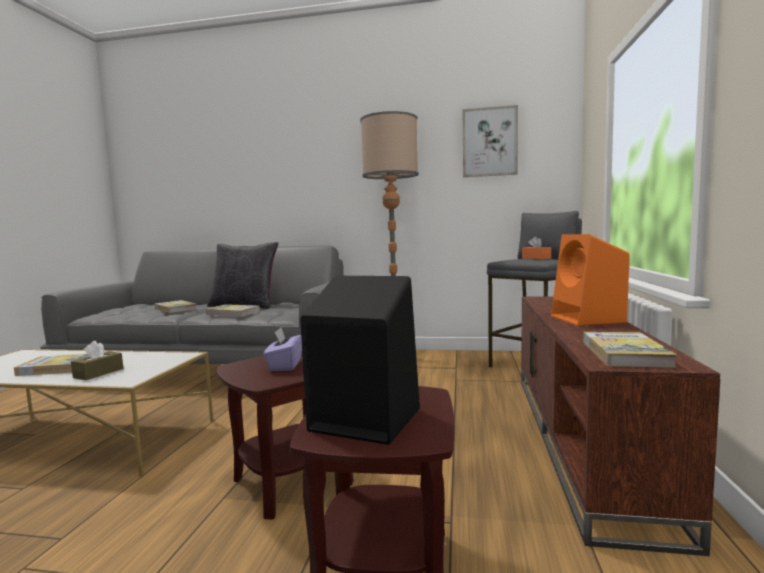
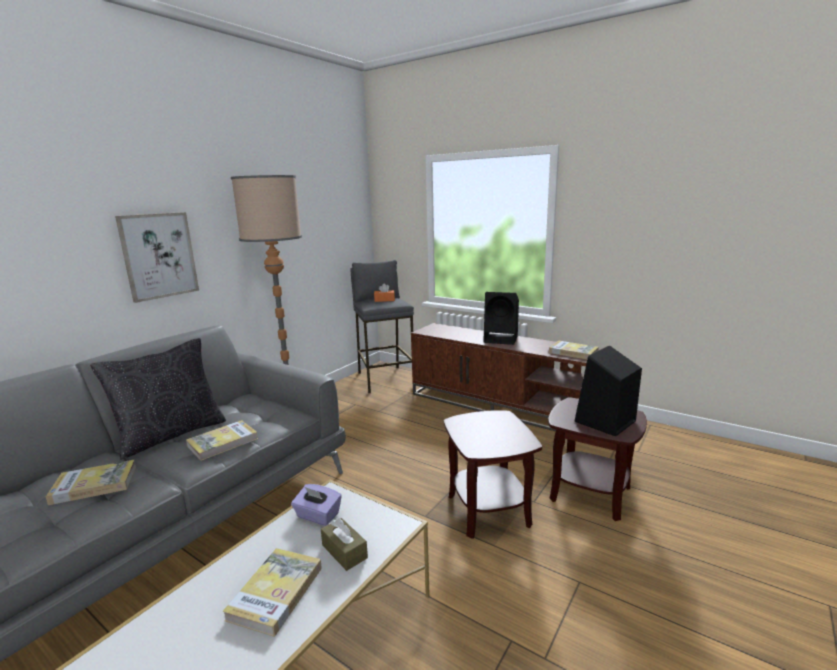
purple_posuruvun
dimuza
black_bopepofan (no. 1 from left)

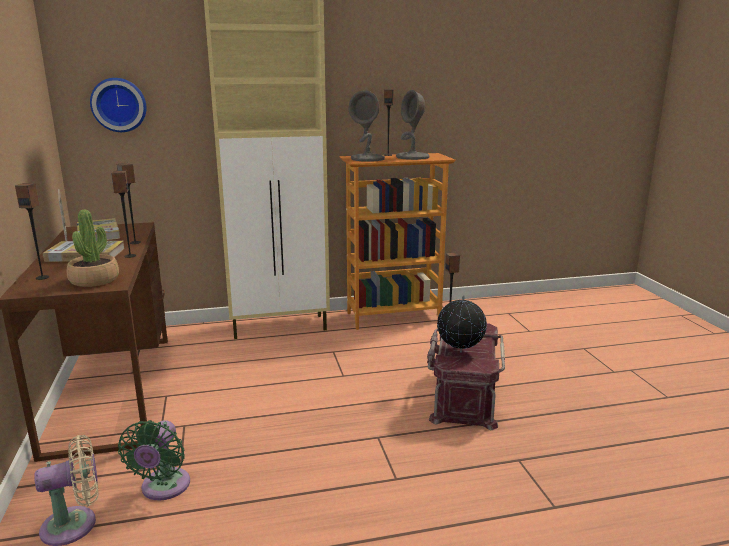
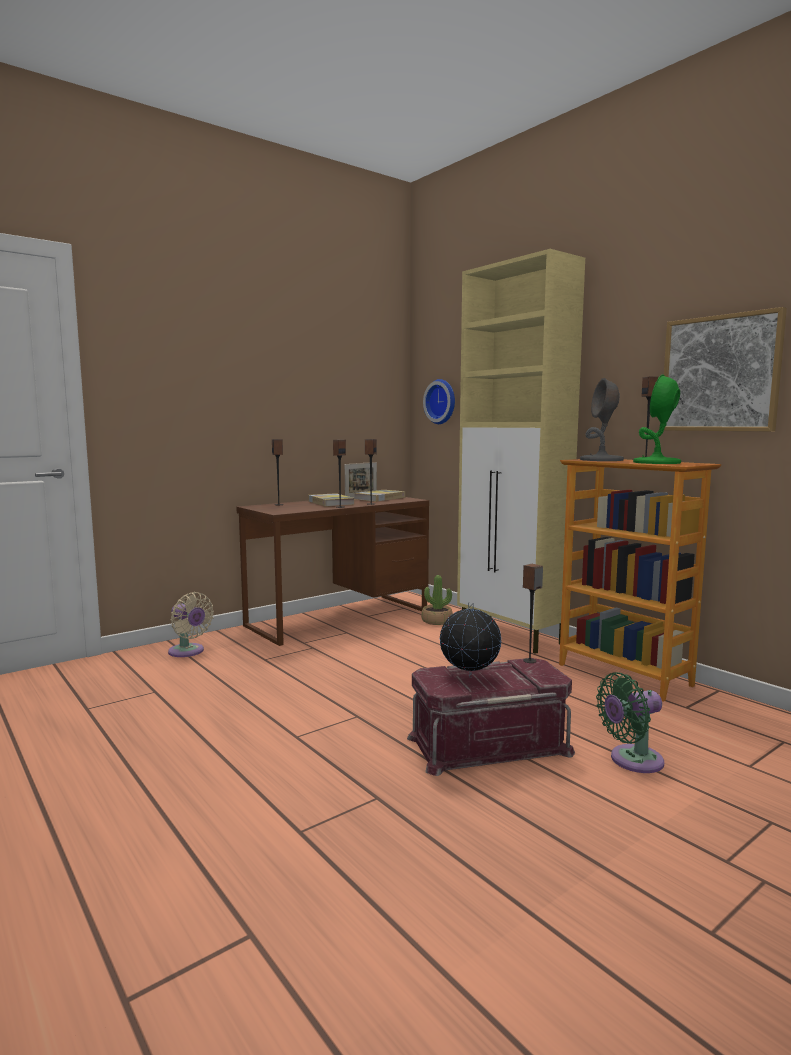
dimuza
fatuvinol
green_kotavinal
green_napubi

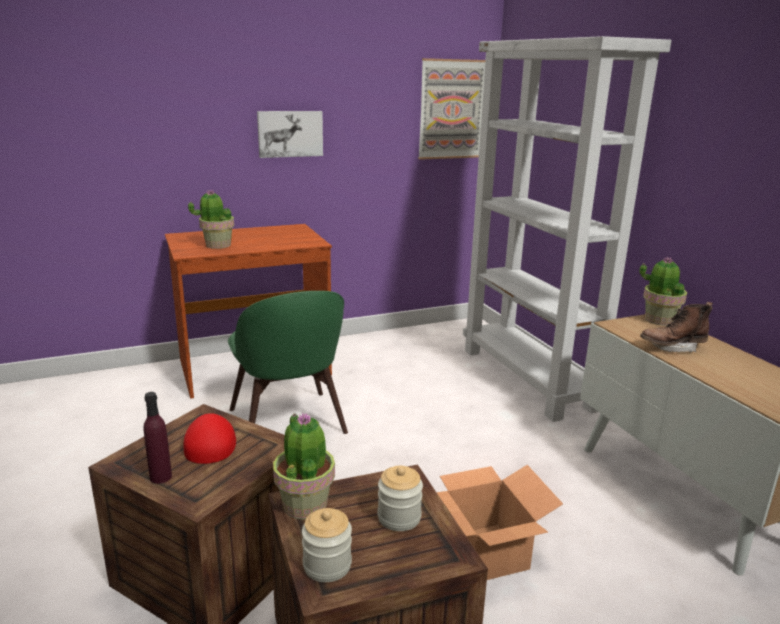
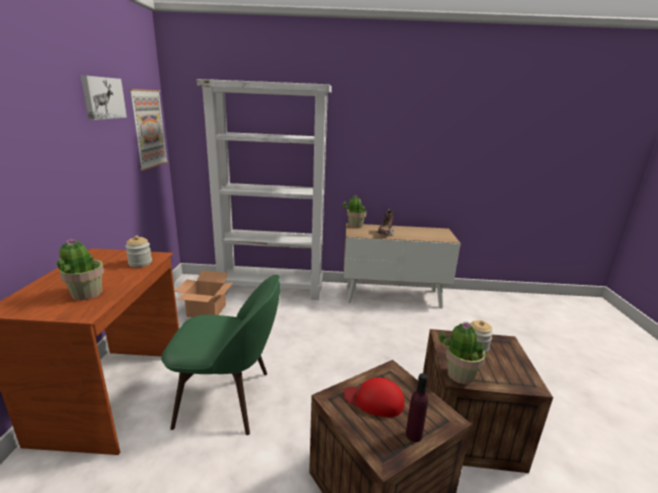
dimuza (no. 1 from left)
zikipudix (no. 1 from left)
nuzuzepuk

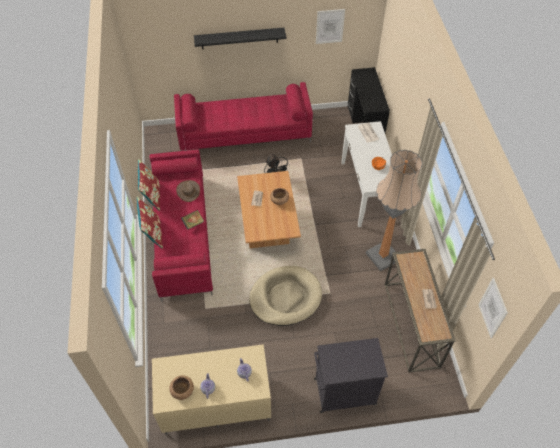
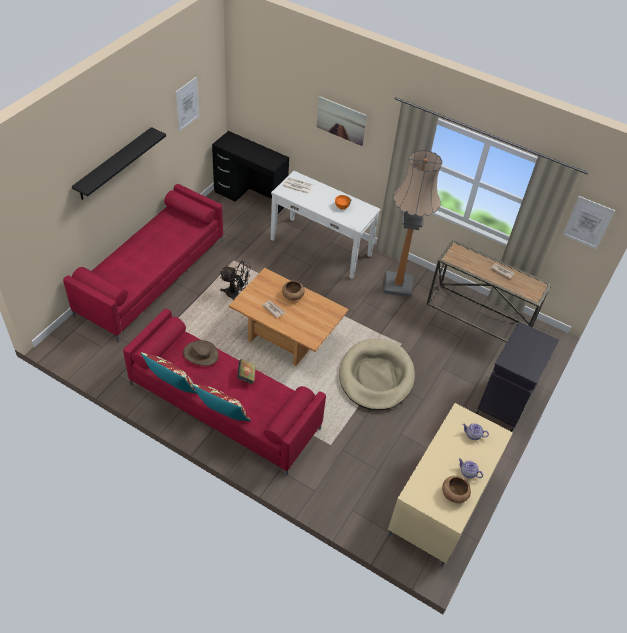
dimuza (no. 2 from left)

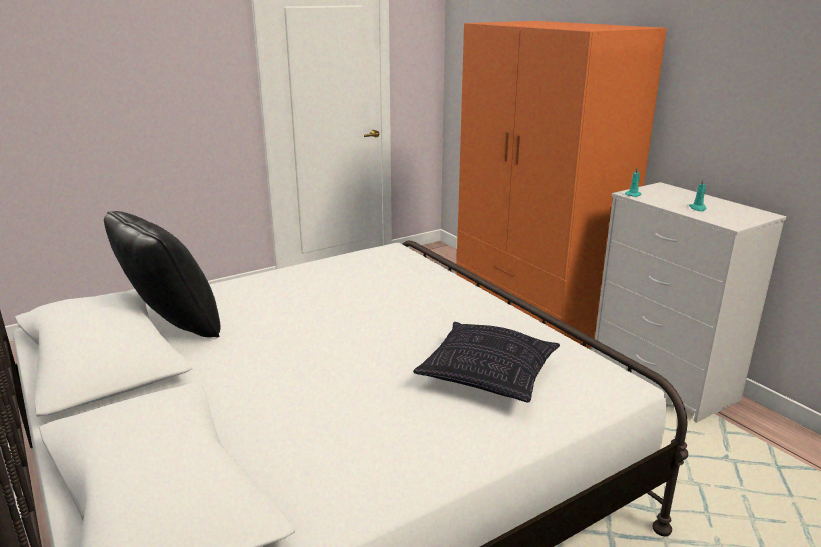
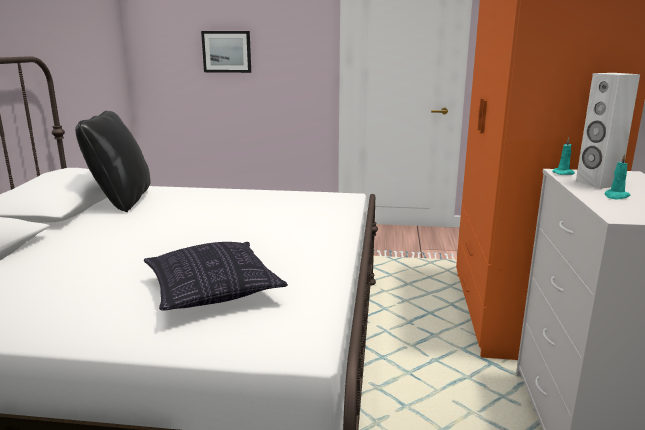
dimuza
white_bopepofan

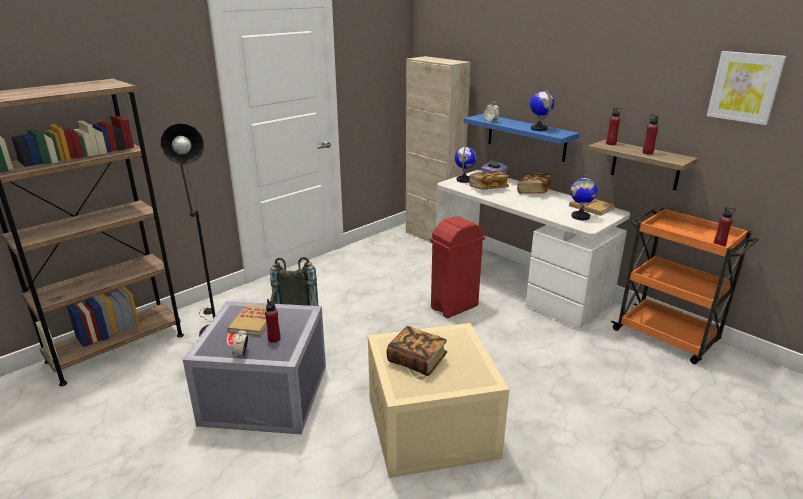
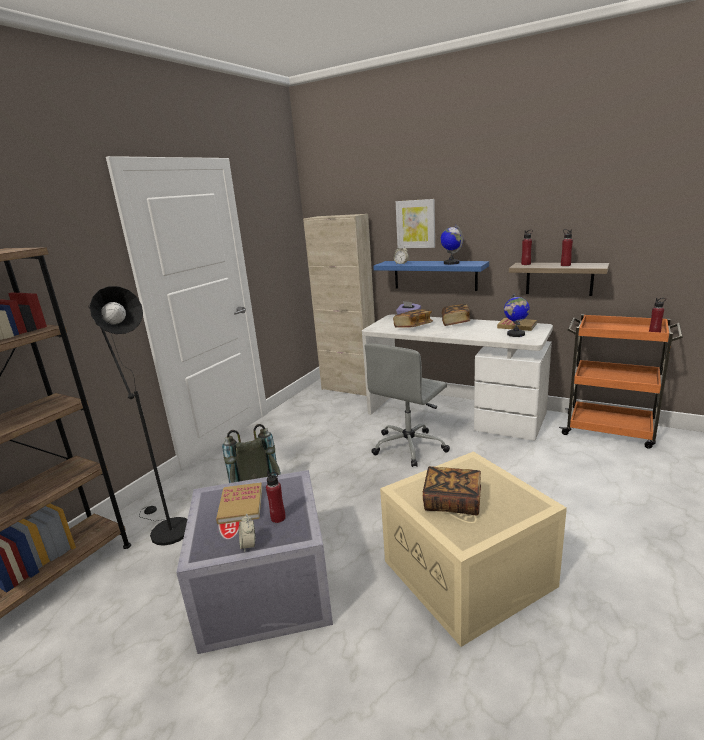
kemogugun (no. 1 from left in the first image)
dimuza
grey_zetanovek

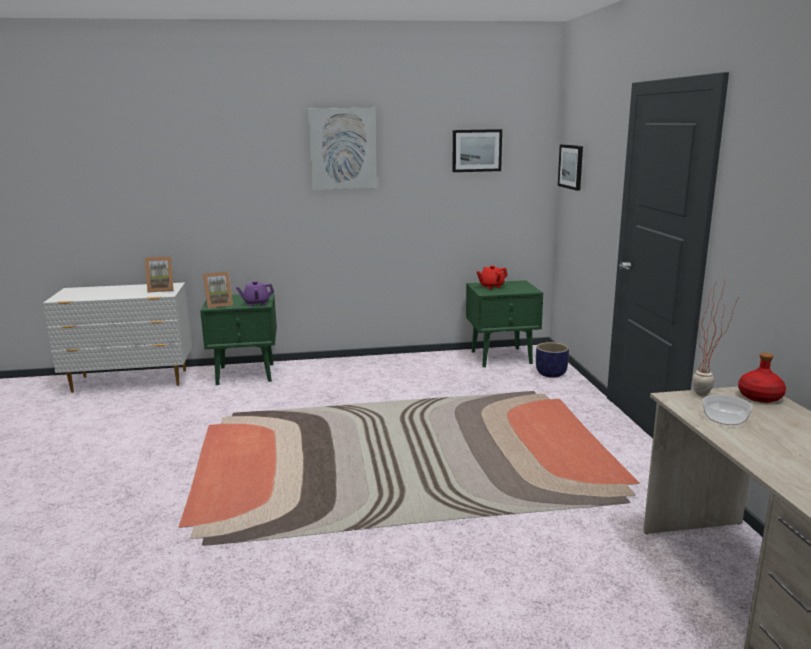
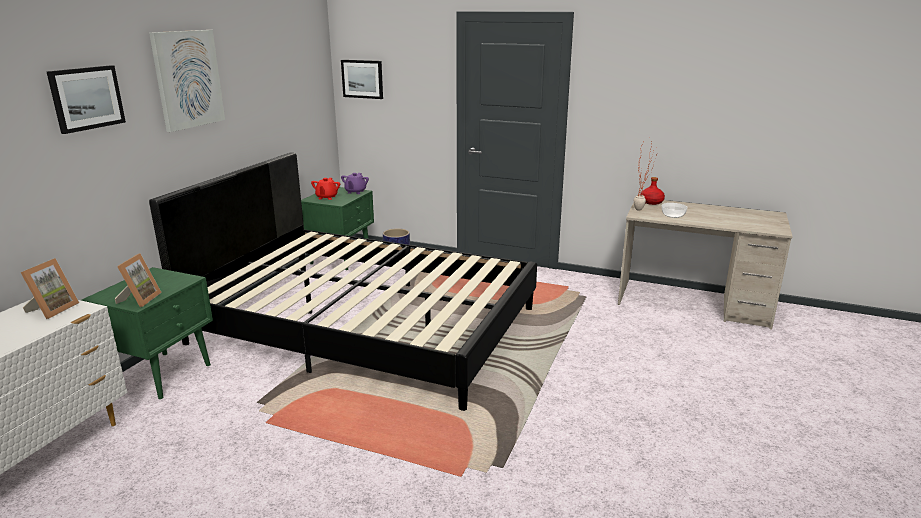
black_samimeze
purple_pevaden
dimuza (no. 1 from left)

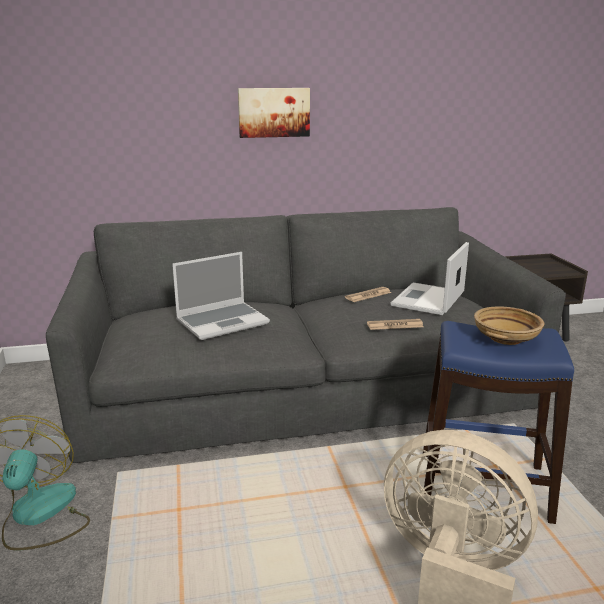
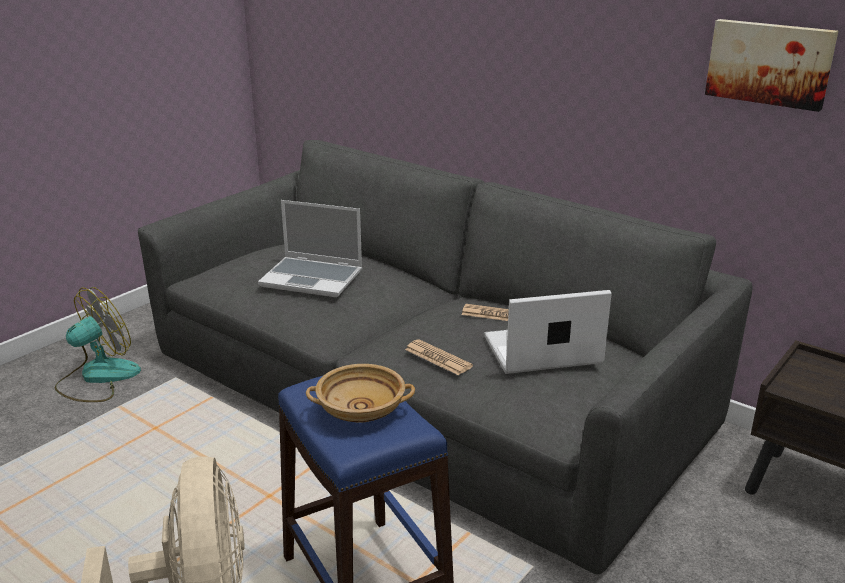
dimuza

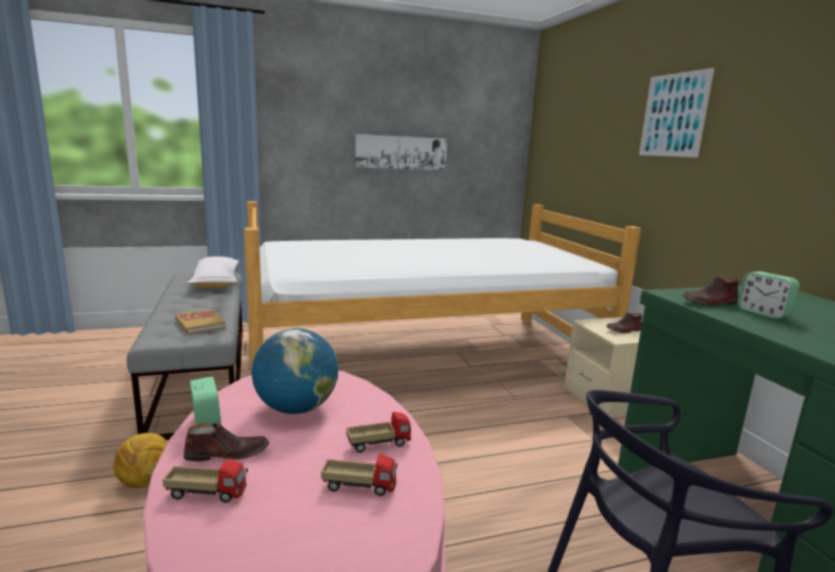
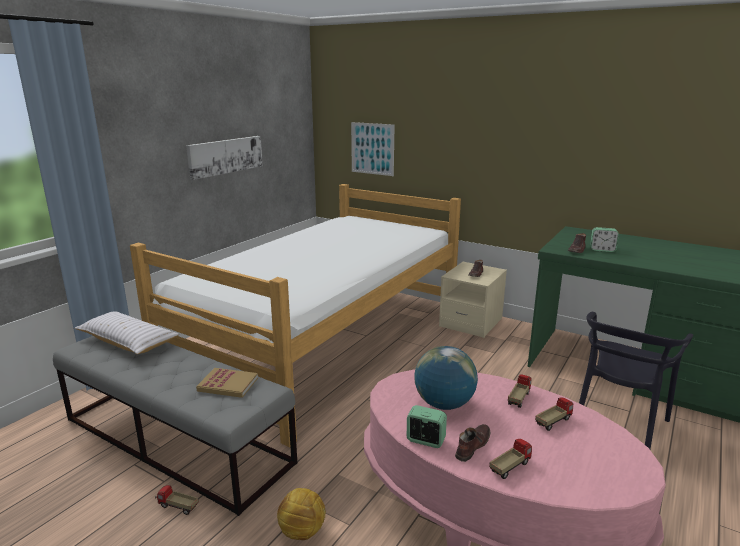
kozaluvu (no. 1 from left)
dimuza (no. 2 from left)

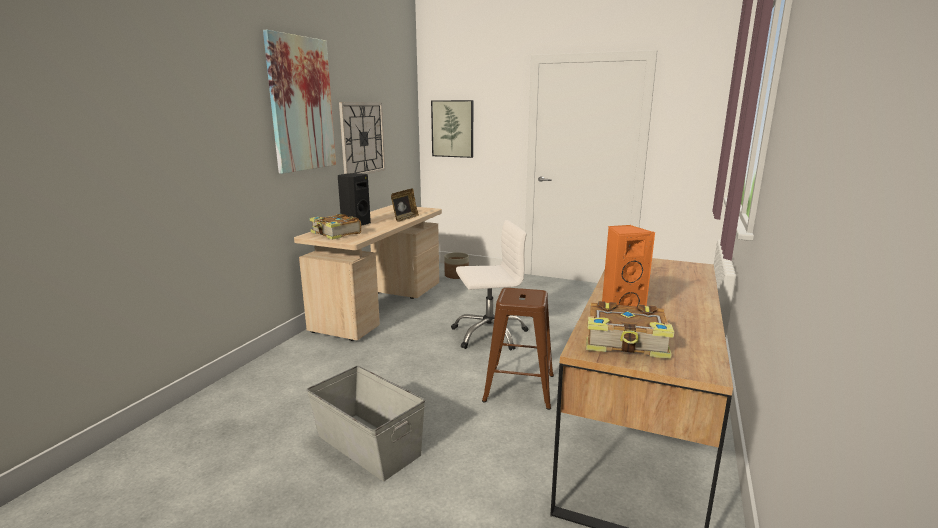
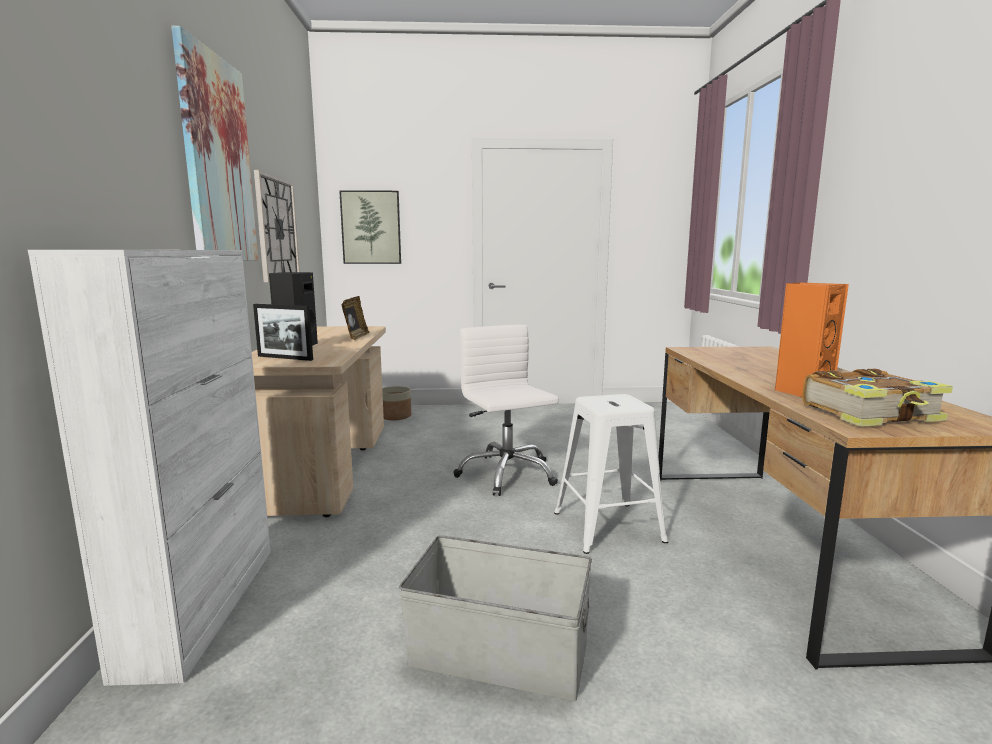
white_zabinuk
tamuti (no. 1 from left)
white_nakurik
white_zetanovek

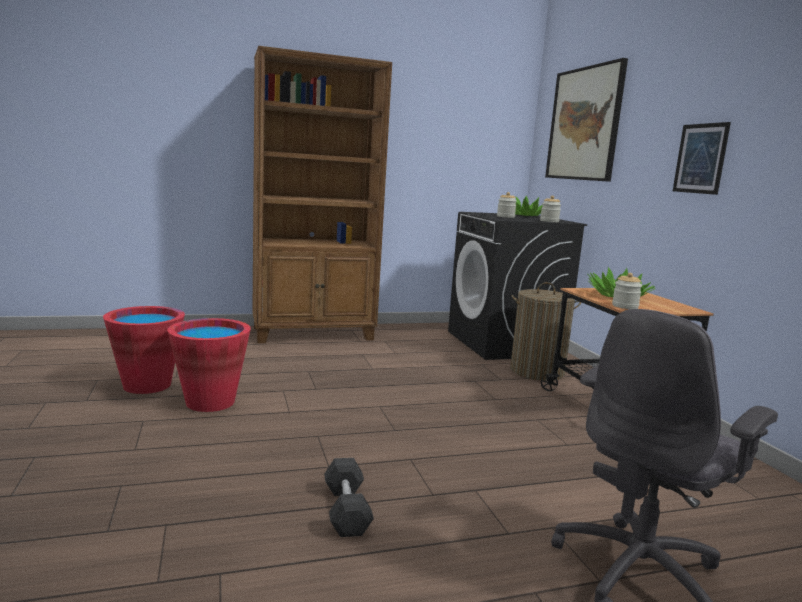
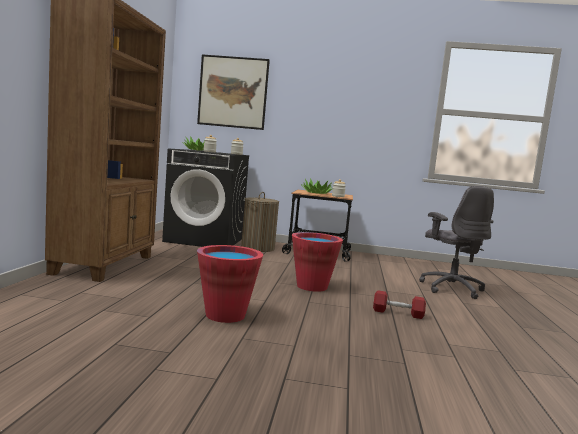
dimuza (no. 2 from left in the first image)
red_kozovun (no. 2 from left)
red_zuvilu

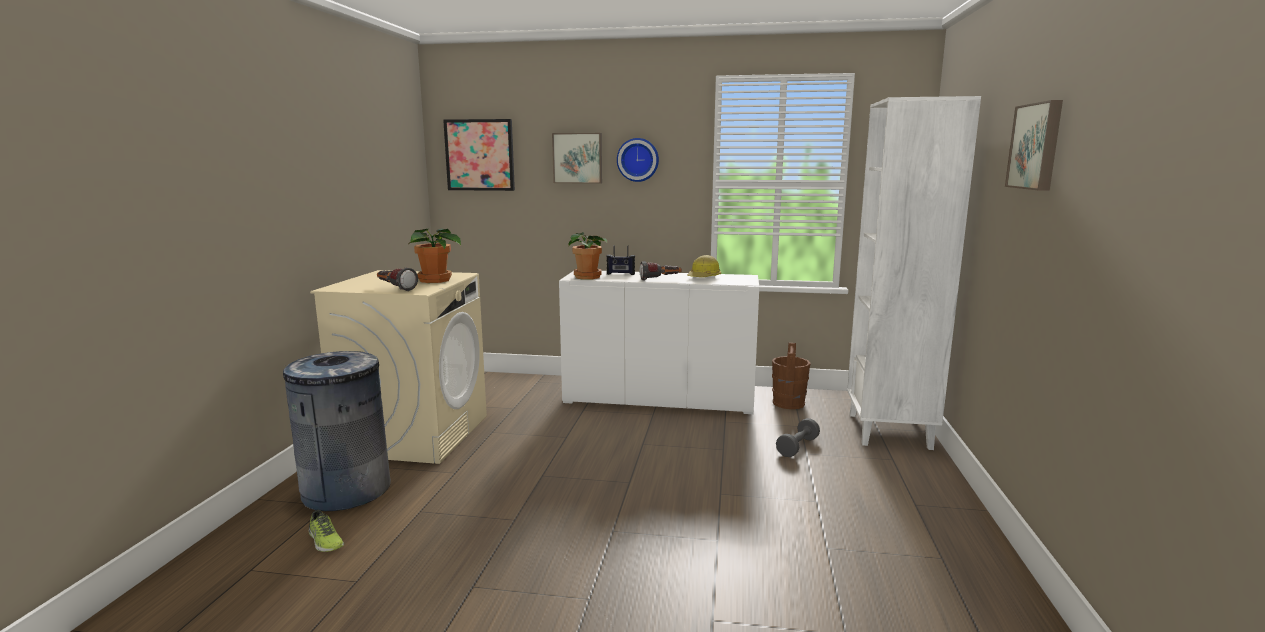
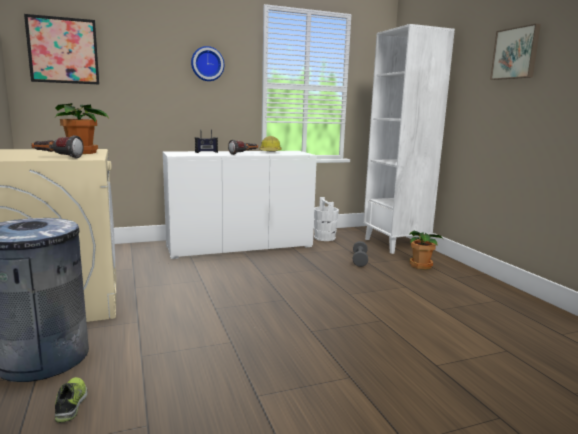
dimuza (no. 2 from left in the first image)
fatuvinol (no. 2 from left)
white_kozovun
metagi

